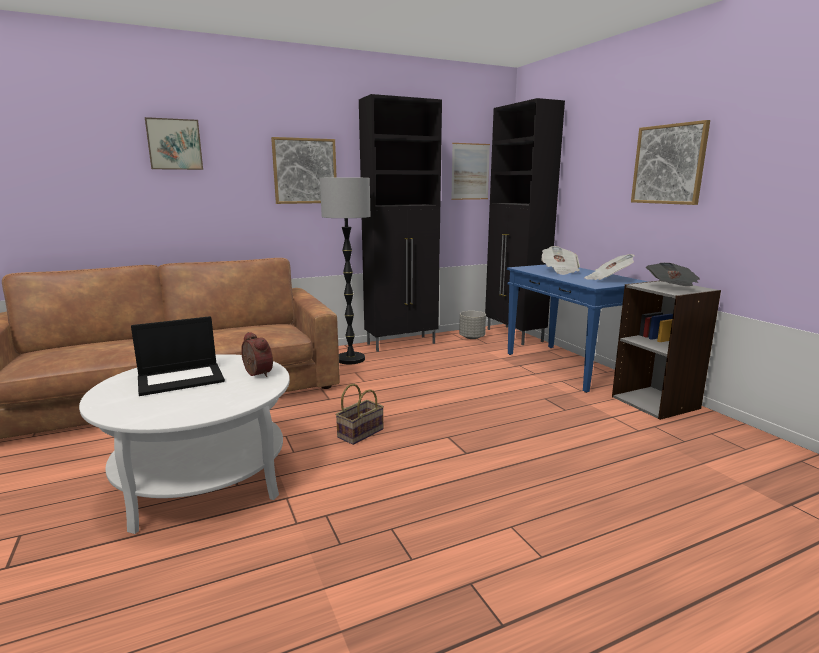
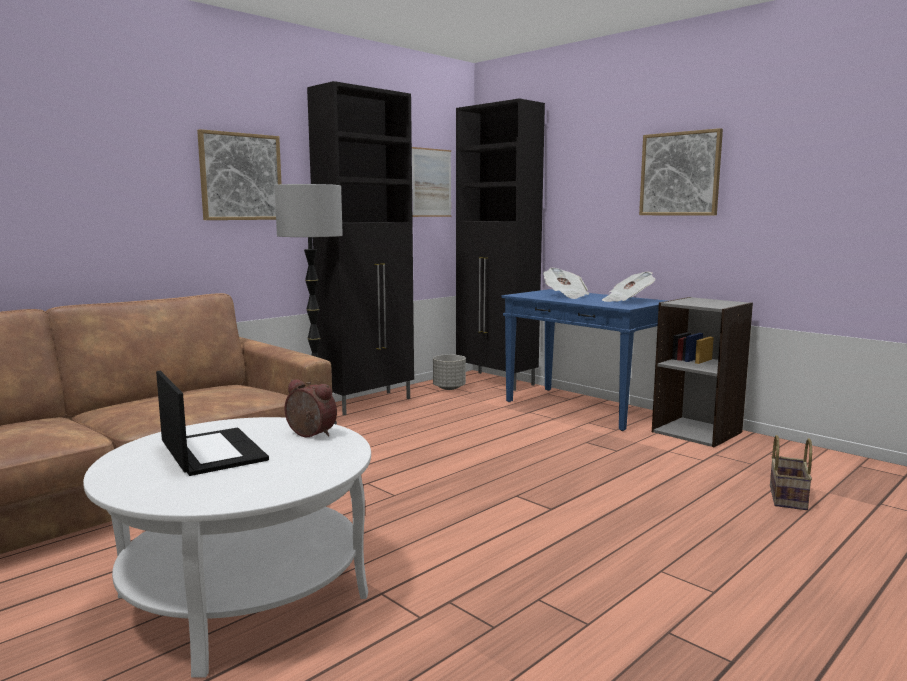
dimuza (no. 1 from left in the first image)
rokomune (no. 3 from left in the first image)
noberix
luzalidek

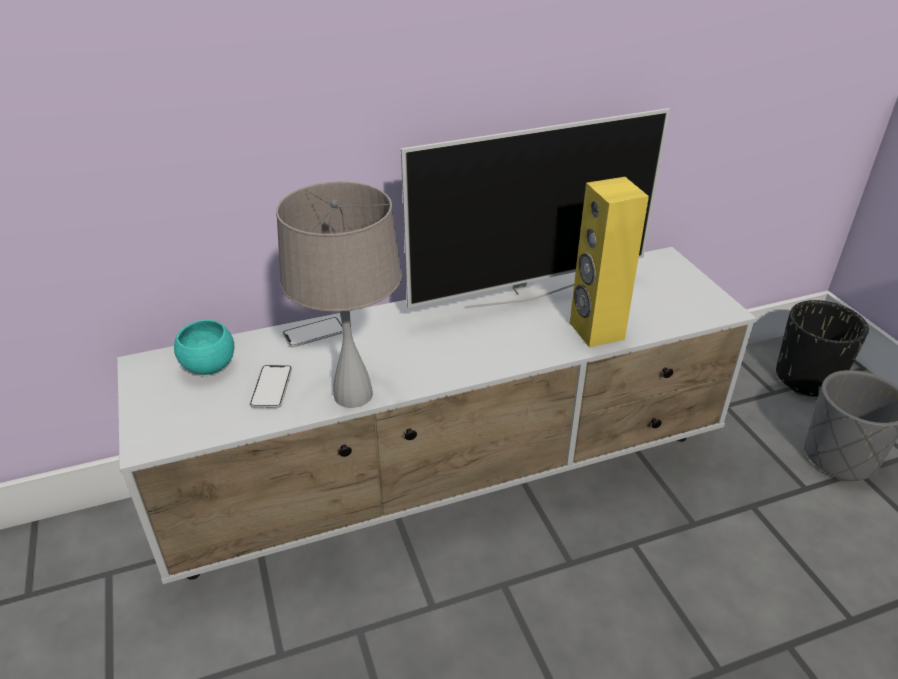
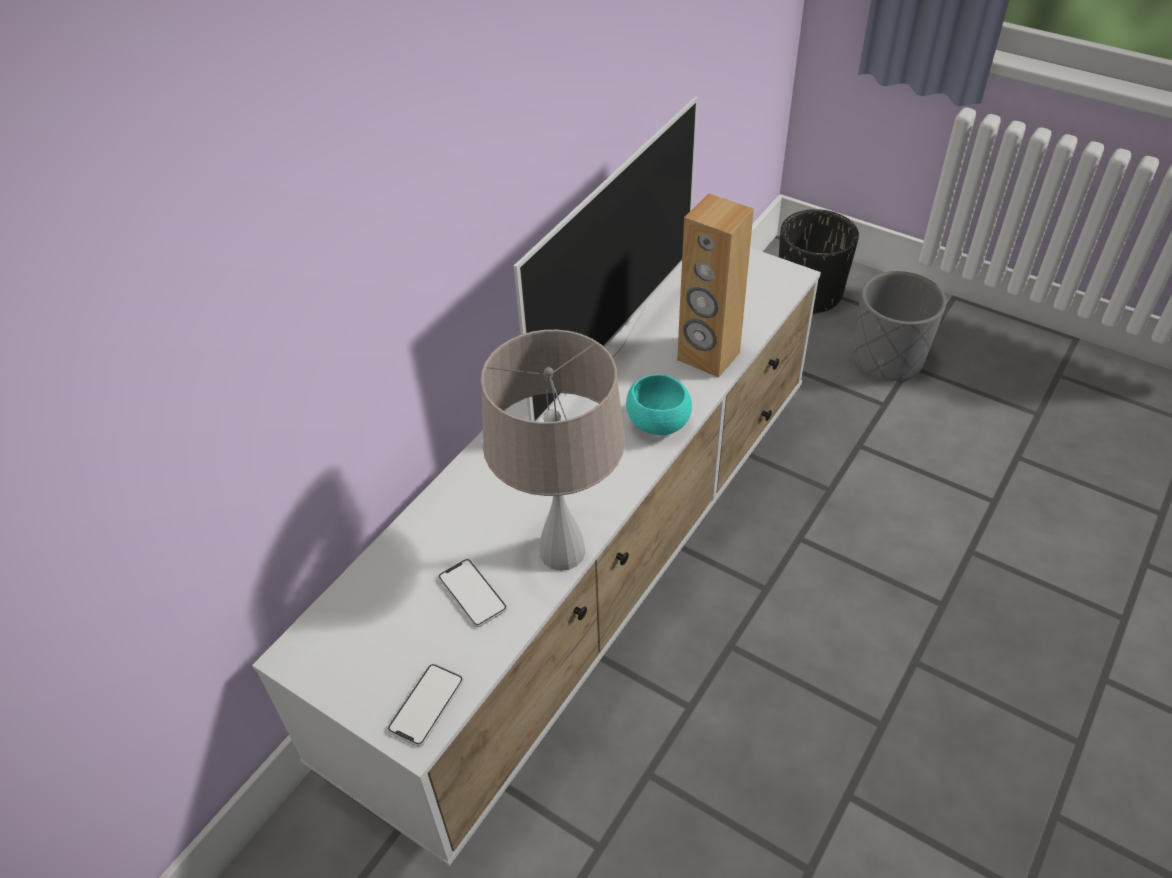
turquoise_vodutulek
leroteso (no. 1 from left)
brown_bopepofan

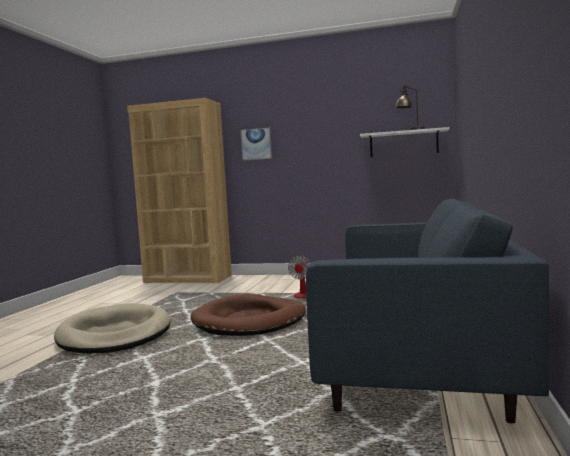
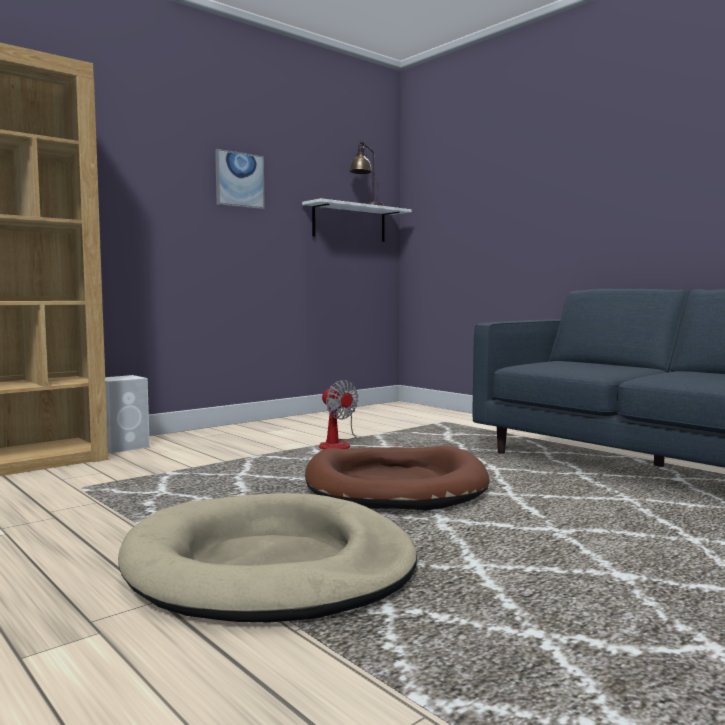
white_bopepofan
dimuza

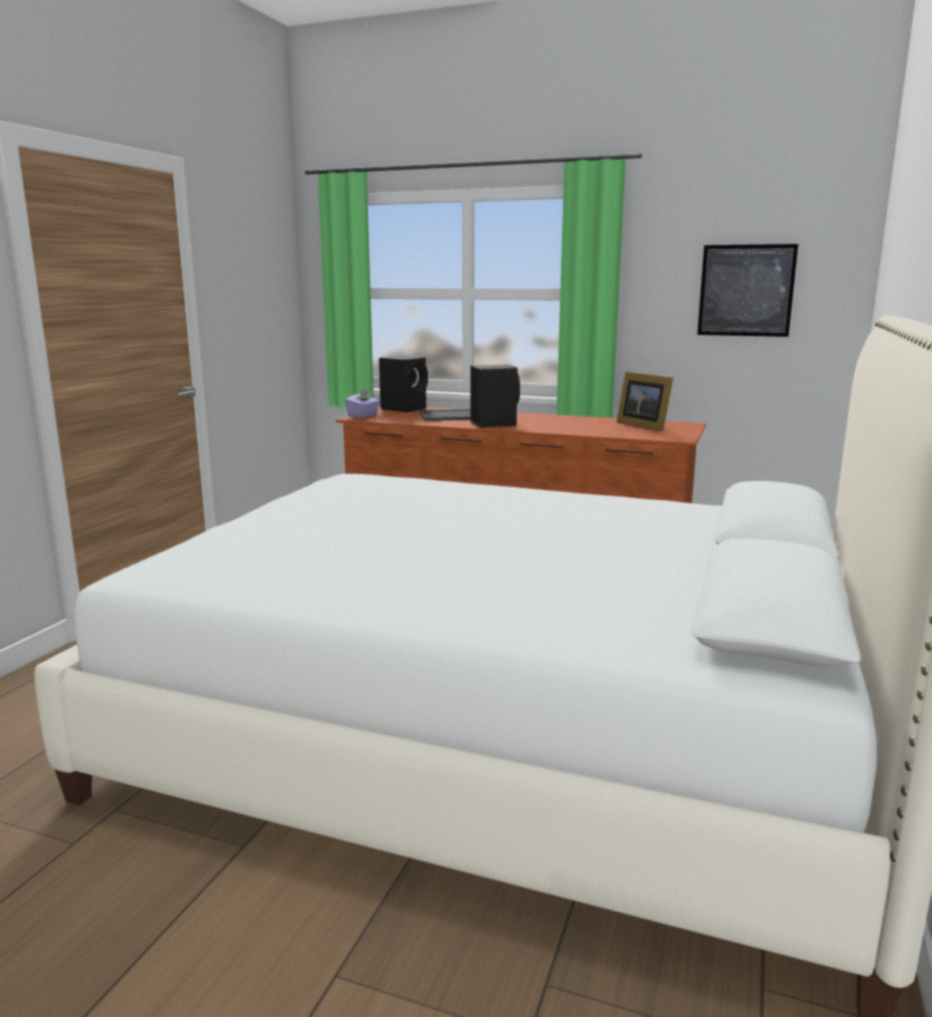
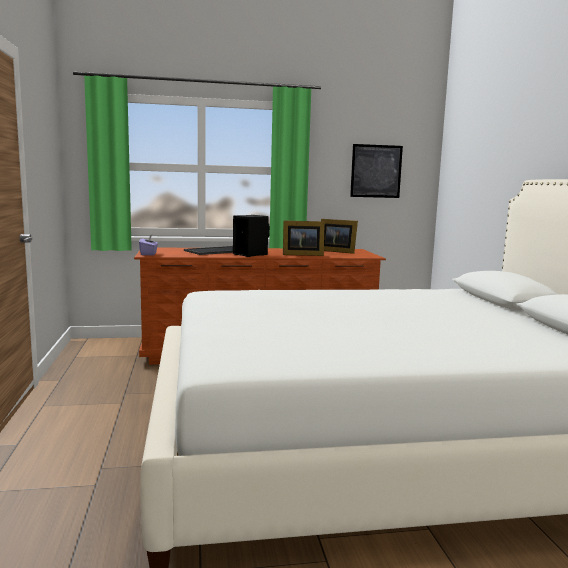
black_bopepofan (no. 1 from left in the first image)
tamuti (no. 1 from left)

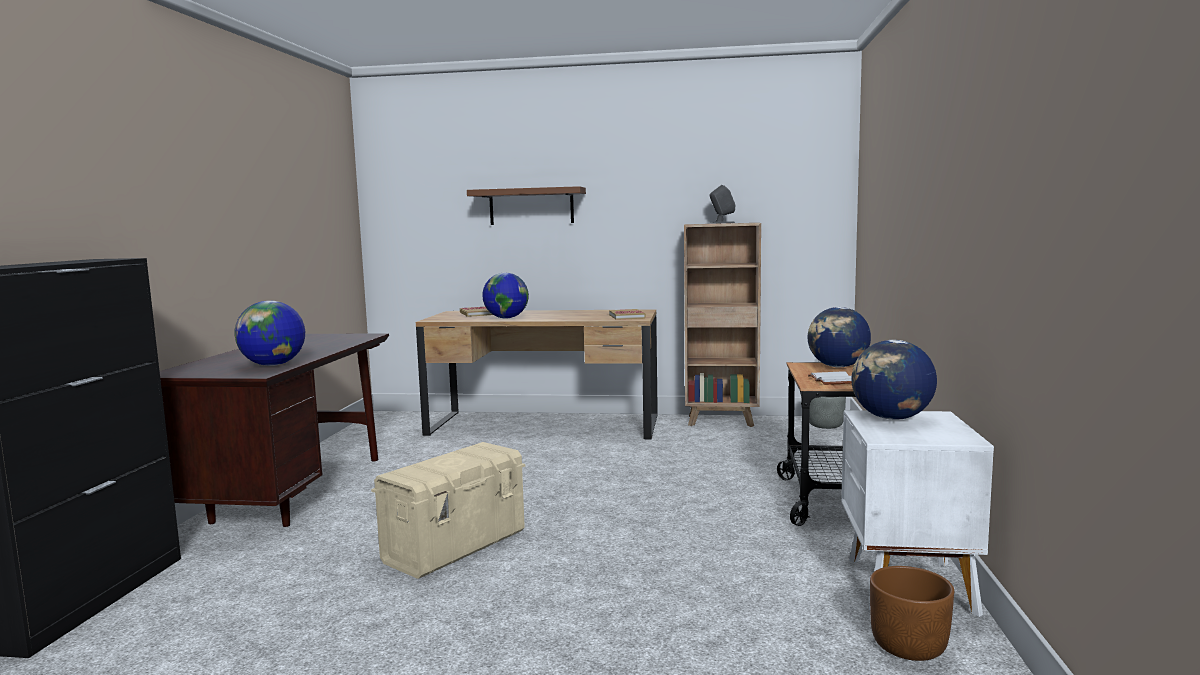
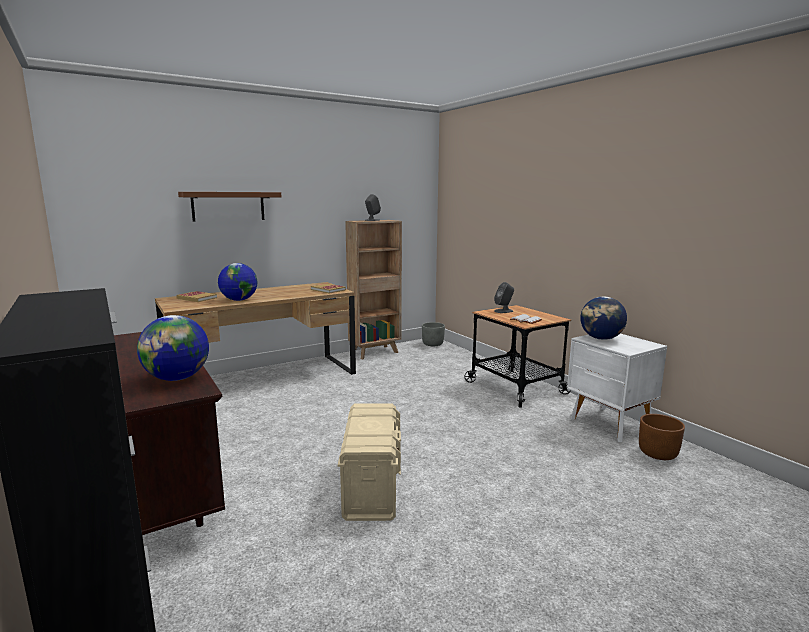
grey_bopepofan (no. 2 from left)

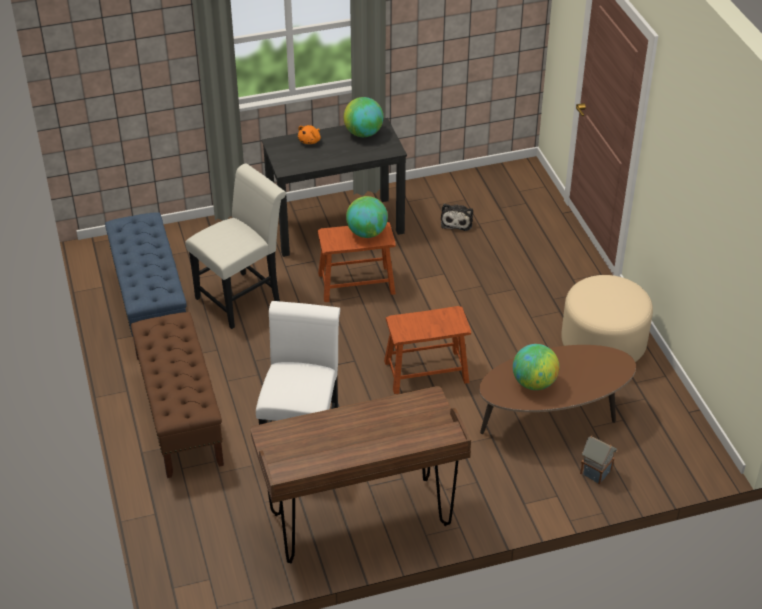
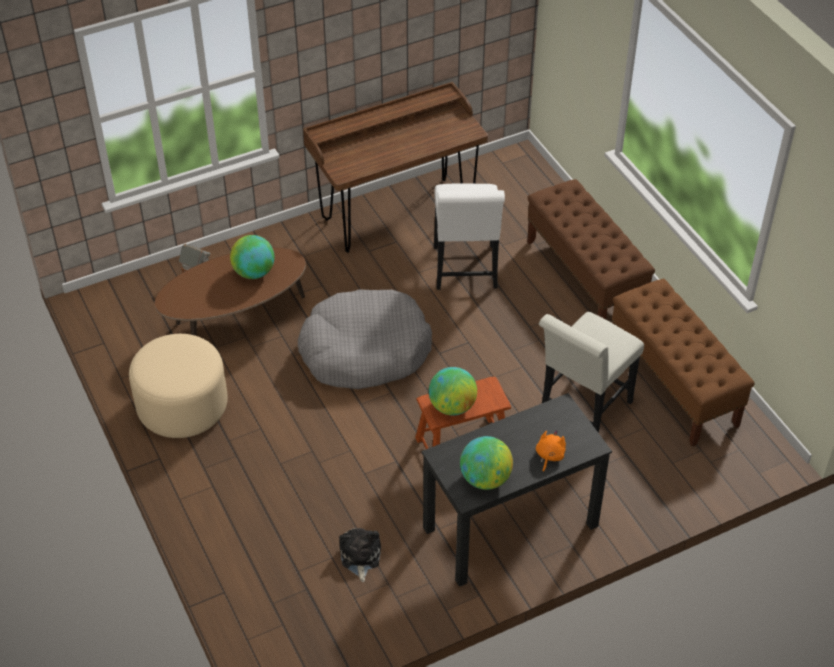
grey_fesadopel
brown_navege (no. 2 from left)

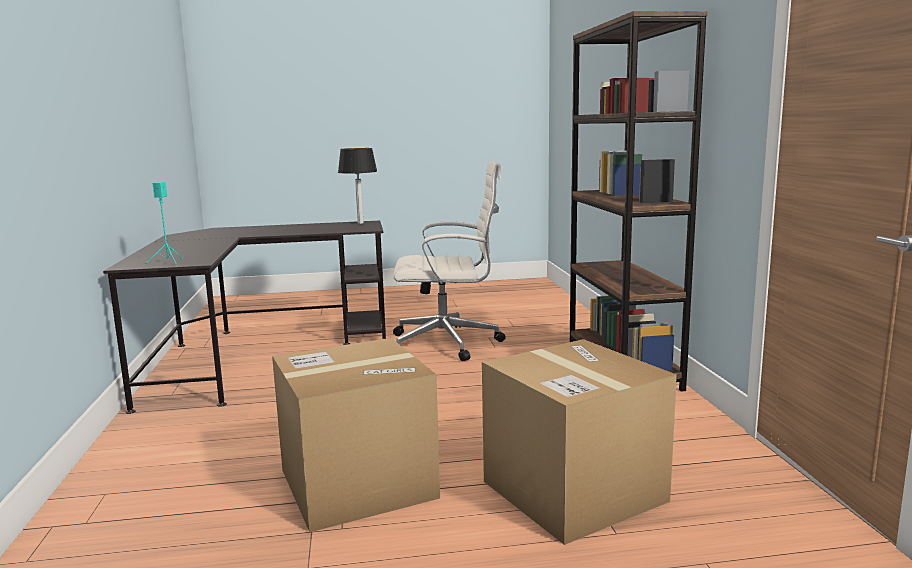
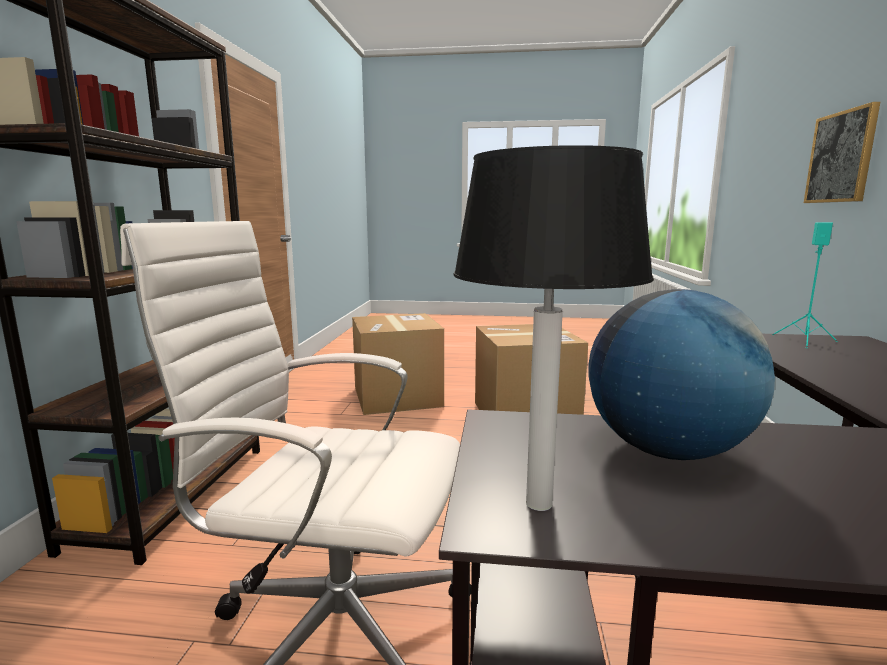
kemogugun
dimuza

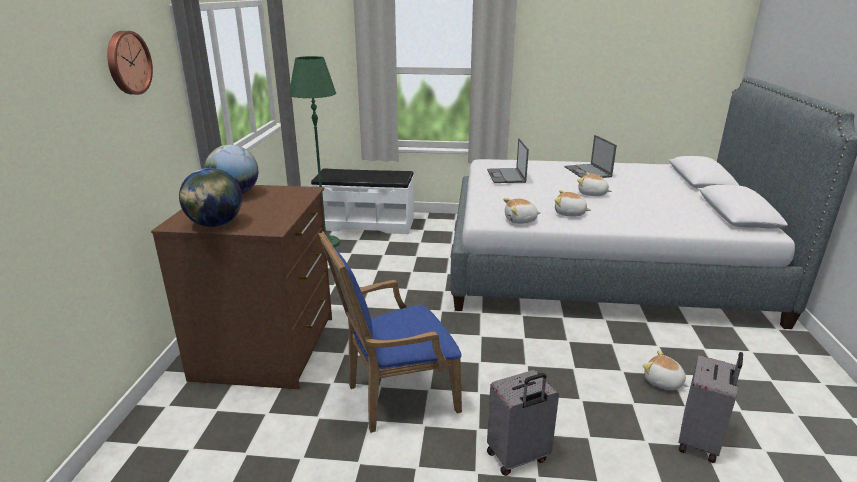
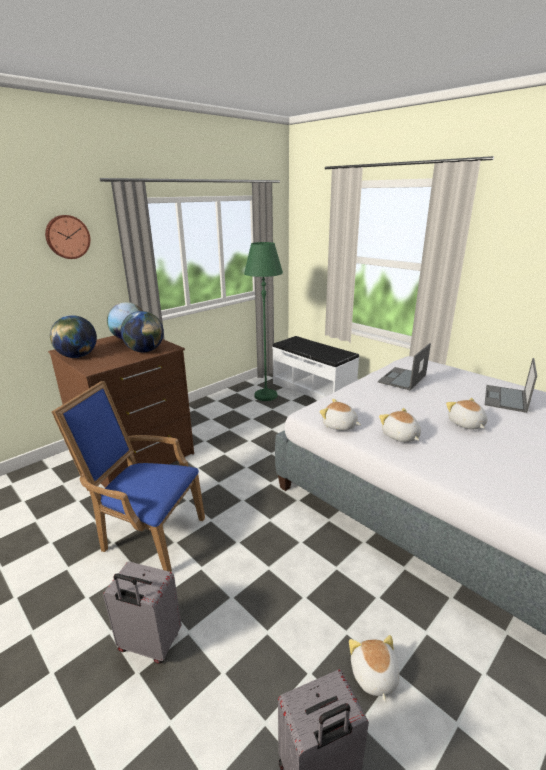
kemogugun (no. 3 from left)

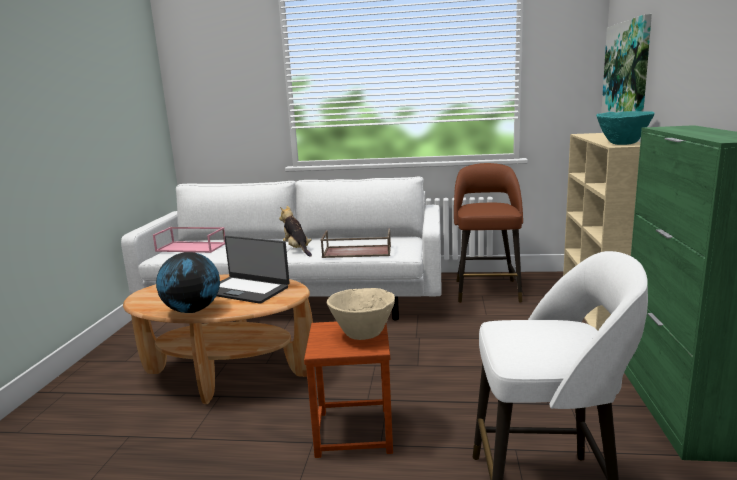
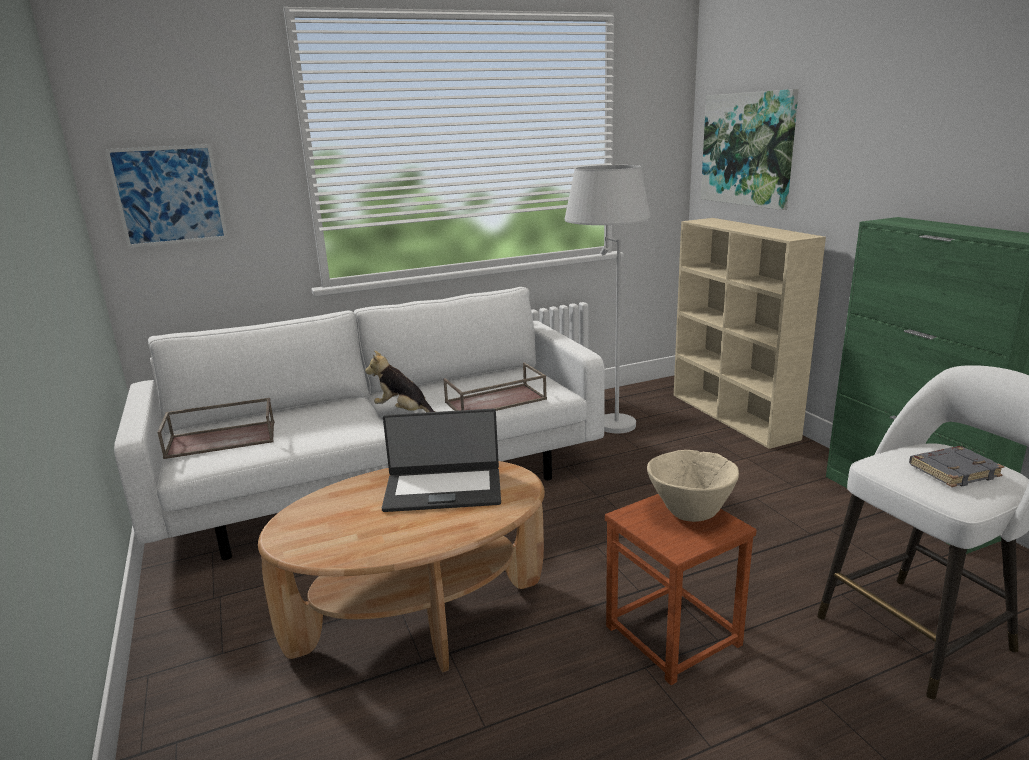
kemogugun
turquoise_vodutulek
dimuza (no. 1 from left)
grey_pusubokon
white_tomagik
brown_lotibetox (no. 1 from left)

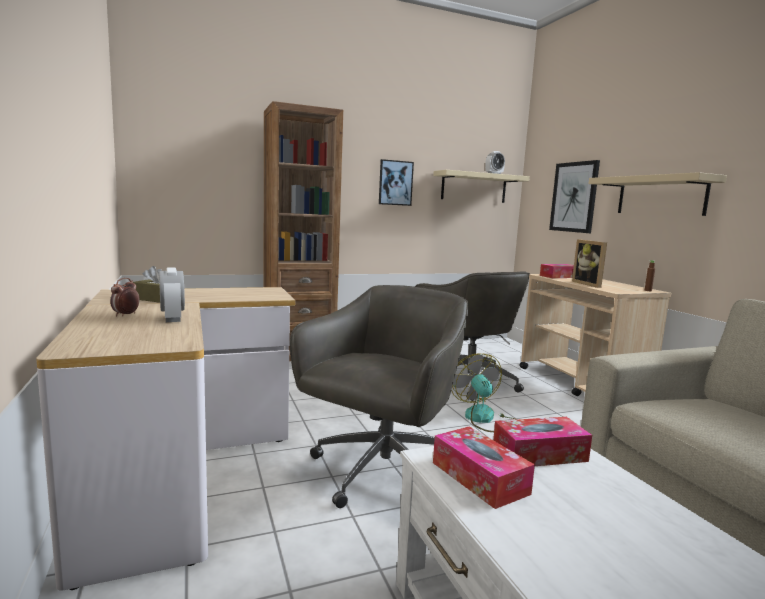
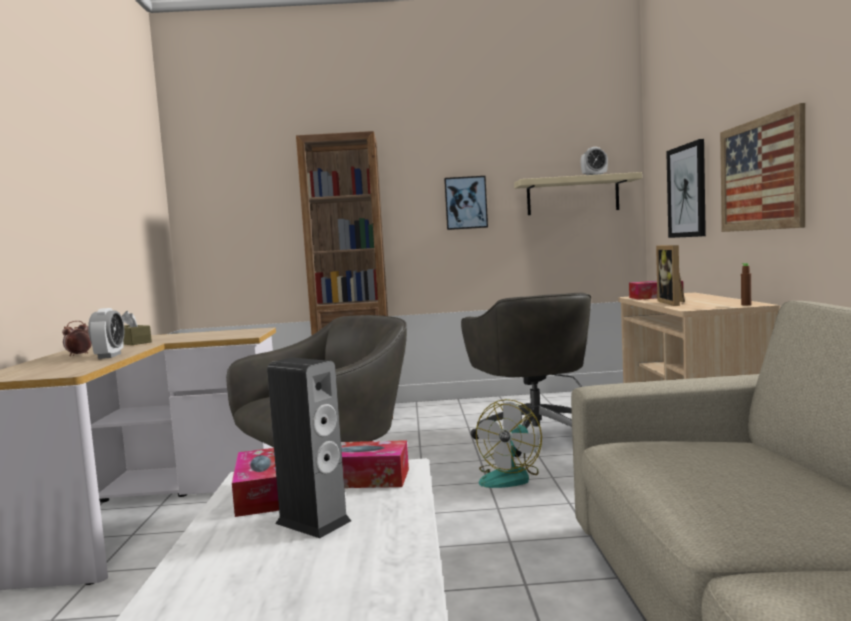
bopepofan
dimuza (no. 3 from left)
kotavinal

